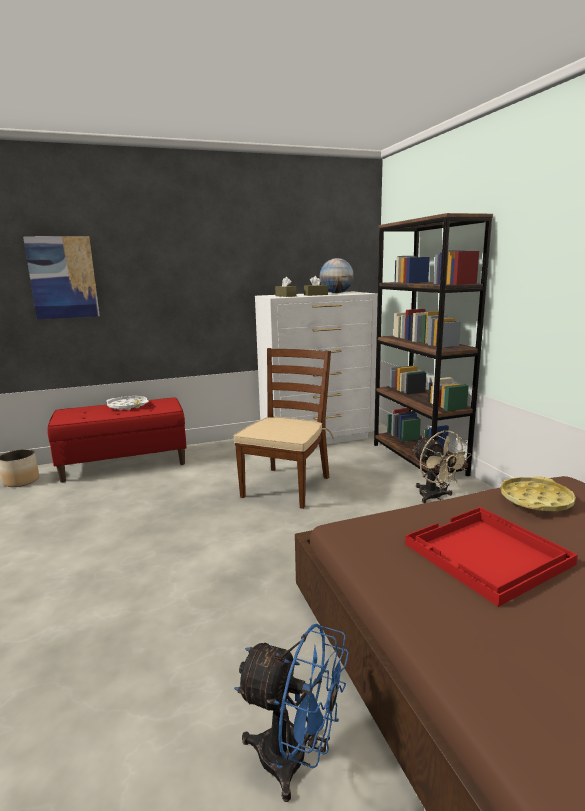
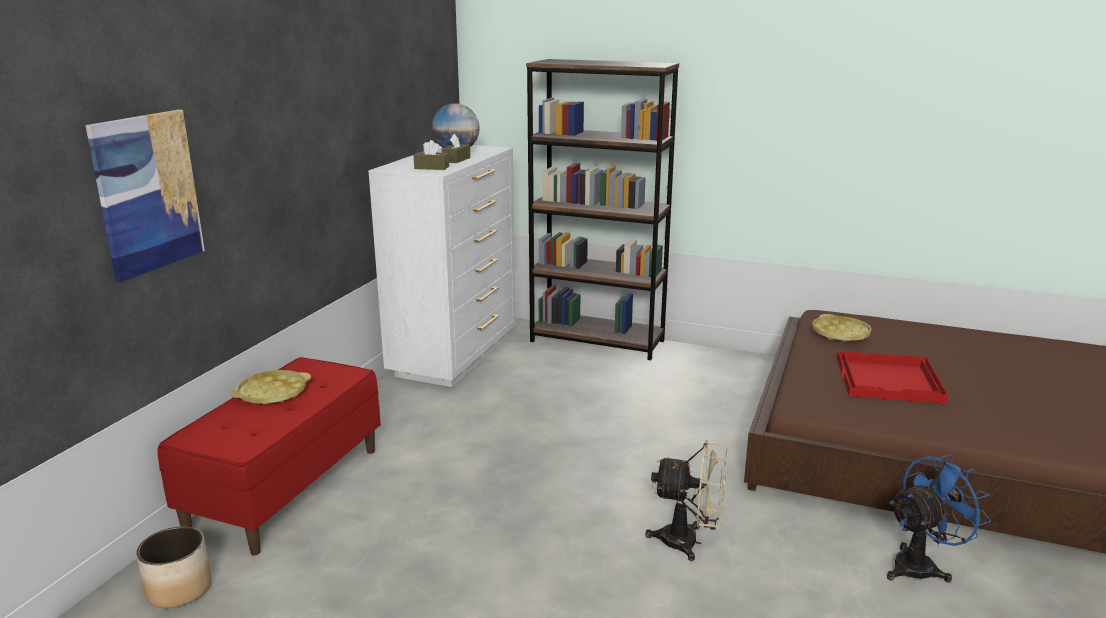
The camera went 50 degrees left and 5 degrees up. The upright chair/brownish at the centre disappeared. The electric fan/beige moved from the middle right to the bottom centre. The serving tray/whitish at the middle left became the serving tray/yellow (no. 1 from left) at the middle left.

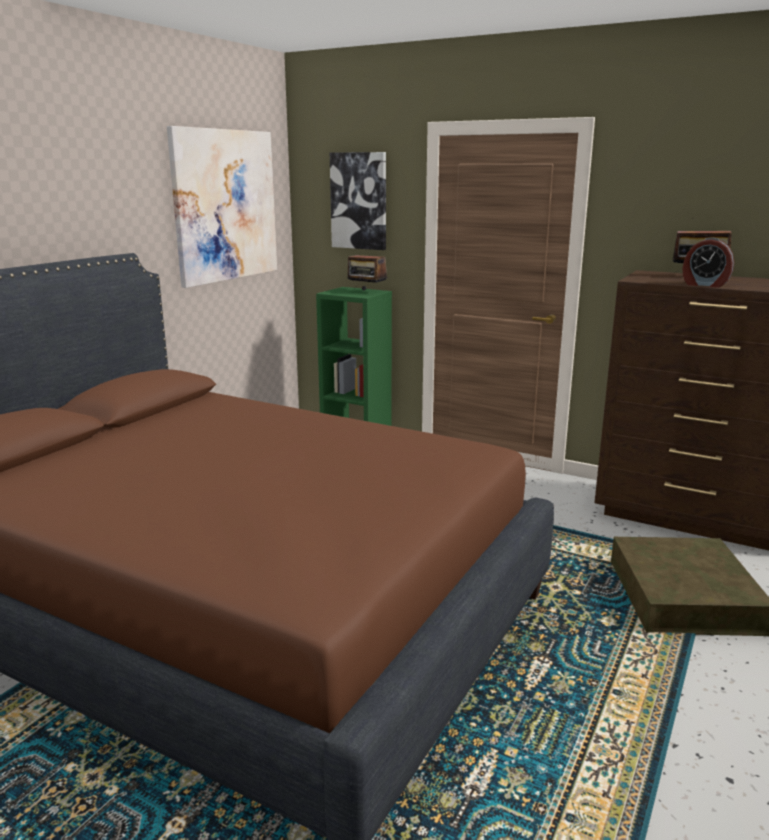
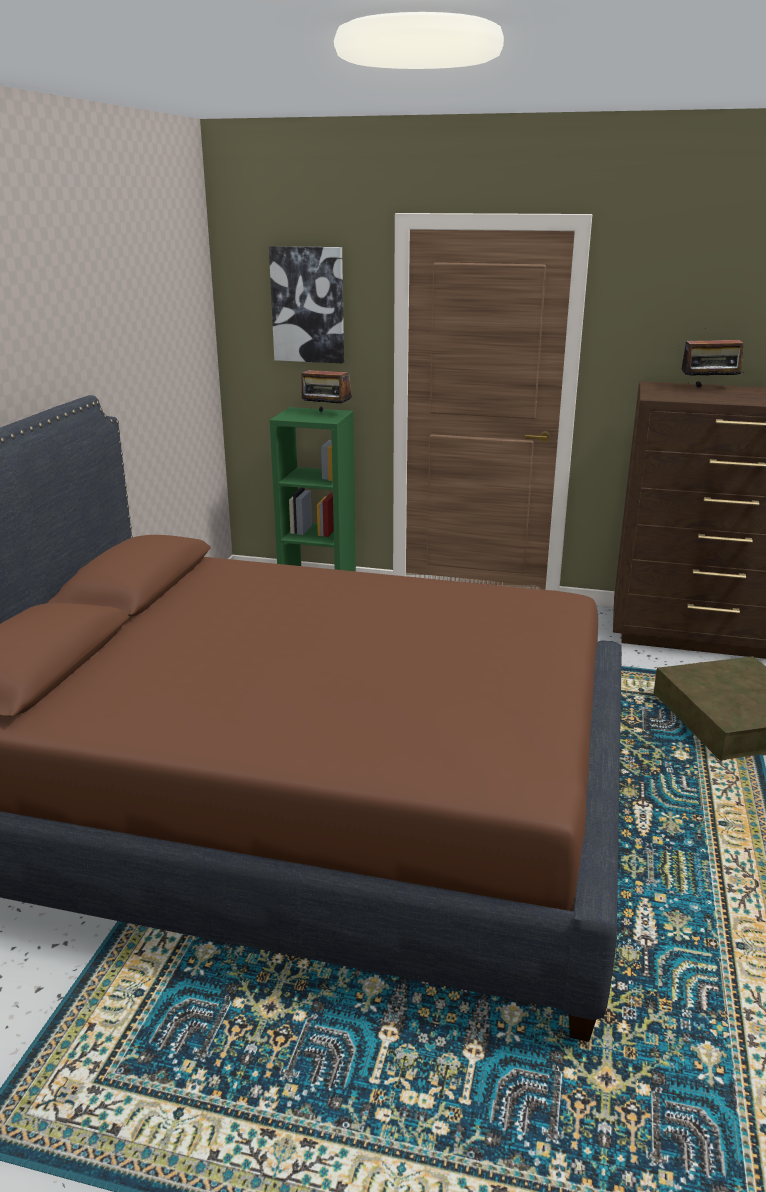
The camera went 15 degrees left and 5 degrees up. The wall art (no. 1 from left) at the top left disappeared. The alarm clock at the top right disappeared.

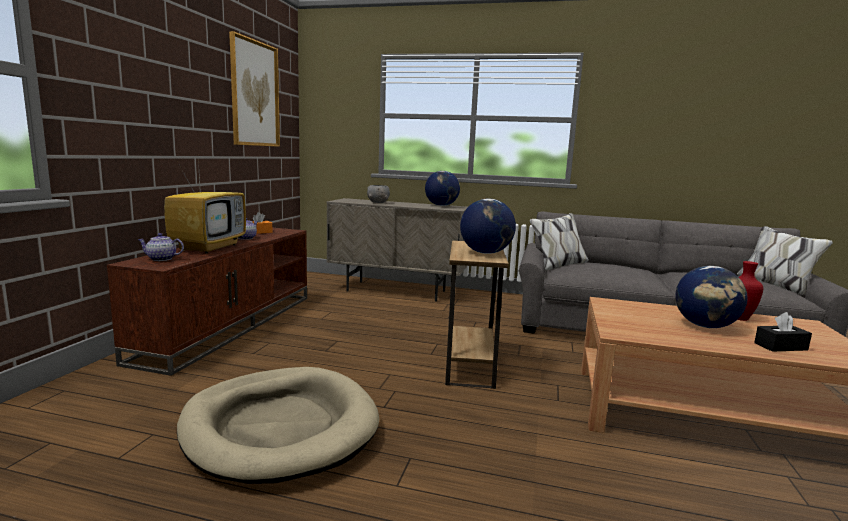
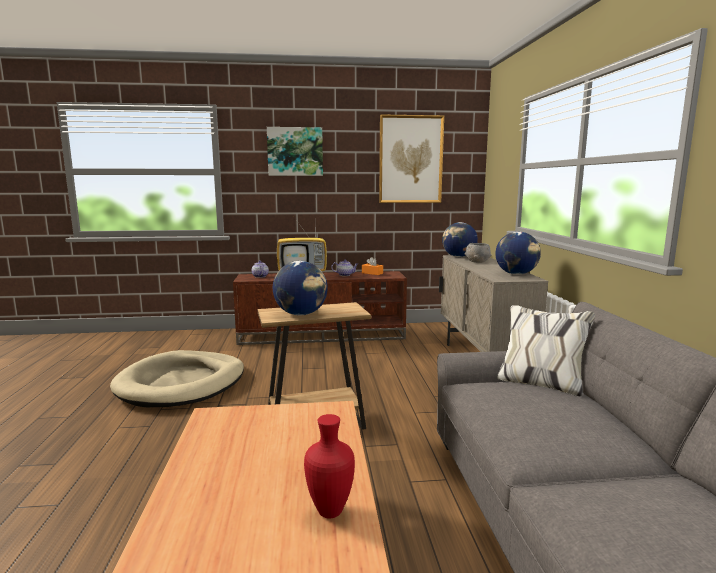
The camera went 70 degrees right and 0 degrees up. The box of tissues/black-coloured at the middle right disappeared. The wall art (no. 1 from left) at the top centre appeared. The globe (no. 3 from left in the first image) moved from the middle right to the centre.

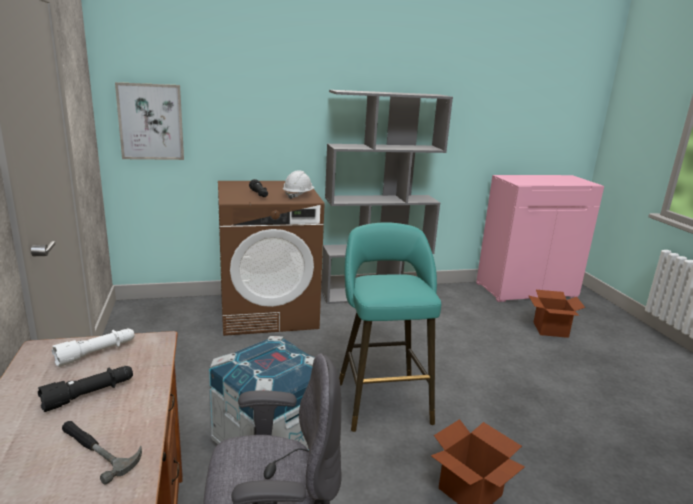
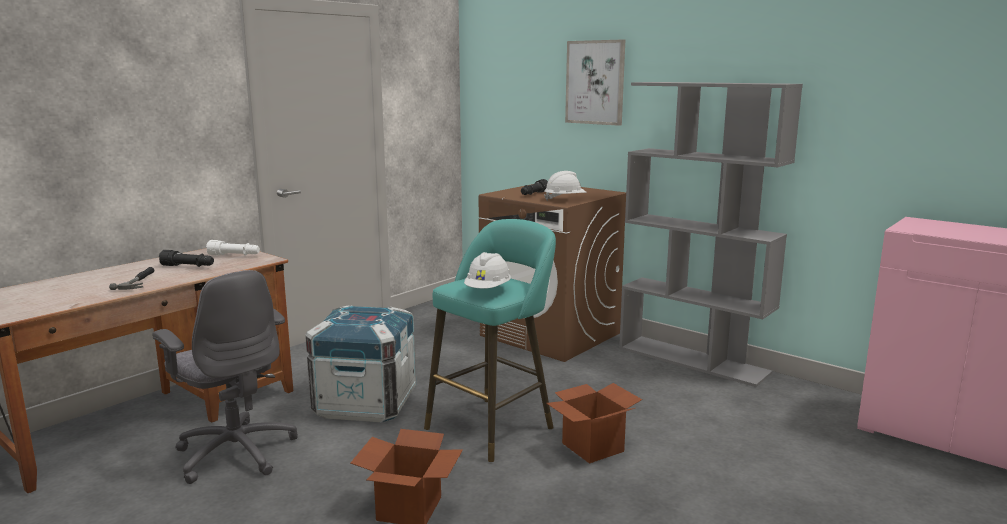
The camera went 55 degrees right and 5 degrees down. The work helmet/whitish (no. 1 from left) at the centre appeared. The wall art moved from the top left to the top centre. The carton (no. 2 from left) moved from the middle right to the bottom centre.

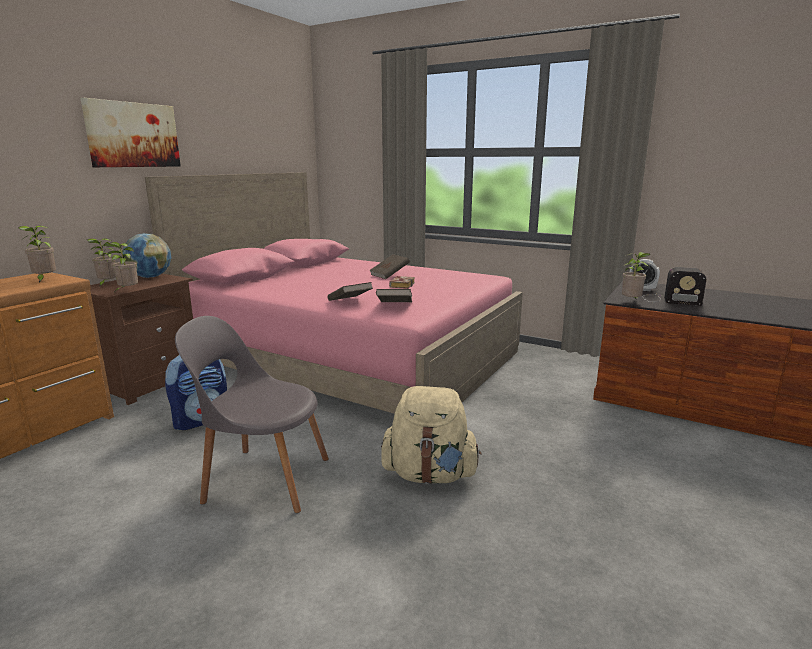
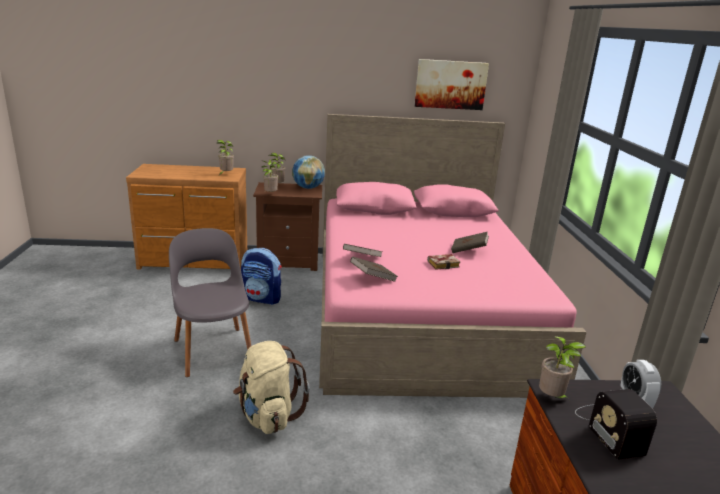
The camera went 55 degrees right and 5 degrees up. The wall art moved from the top left to the top centre.

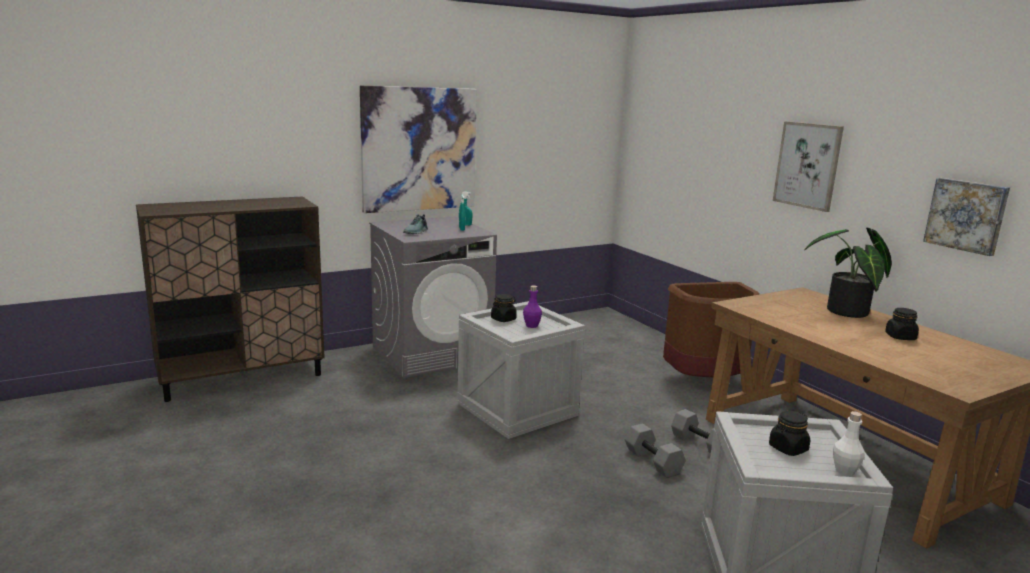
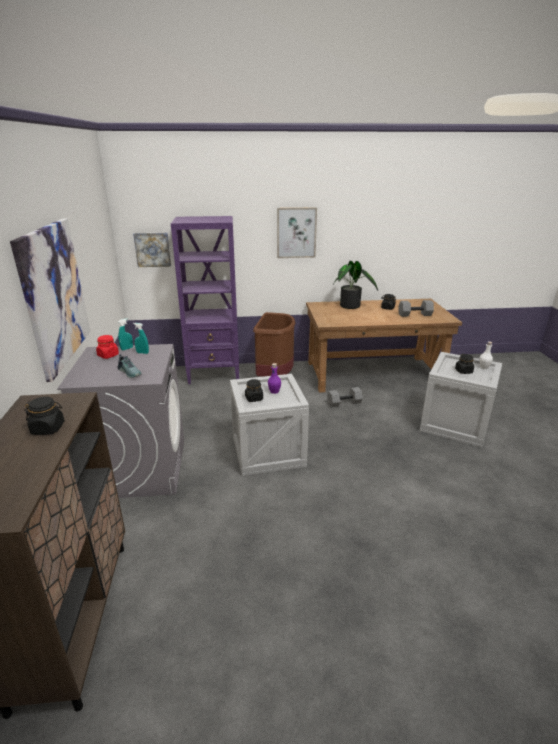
The camera went 65 degrees left and 10 degrees up. The jar/black-coloured (no. 1 from left) at the middle left appeared. The jar/red at the middle left appeared. The bookshelf/purple at the centre appeared. The dumbbell/gray (no. 1 from left in the first image) moved from the bottom centre to the middle right. The wall art (no. 3 from left in the first image) moved from the middle right to the middle left.

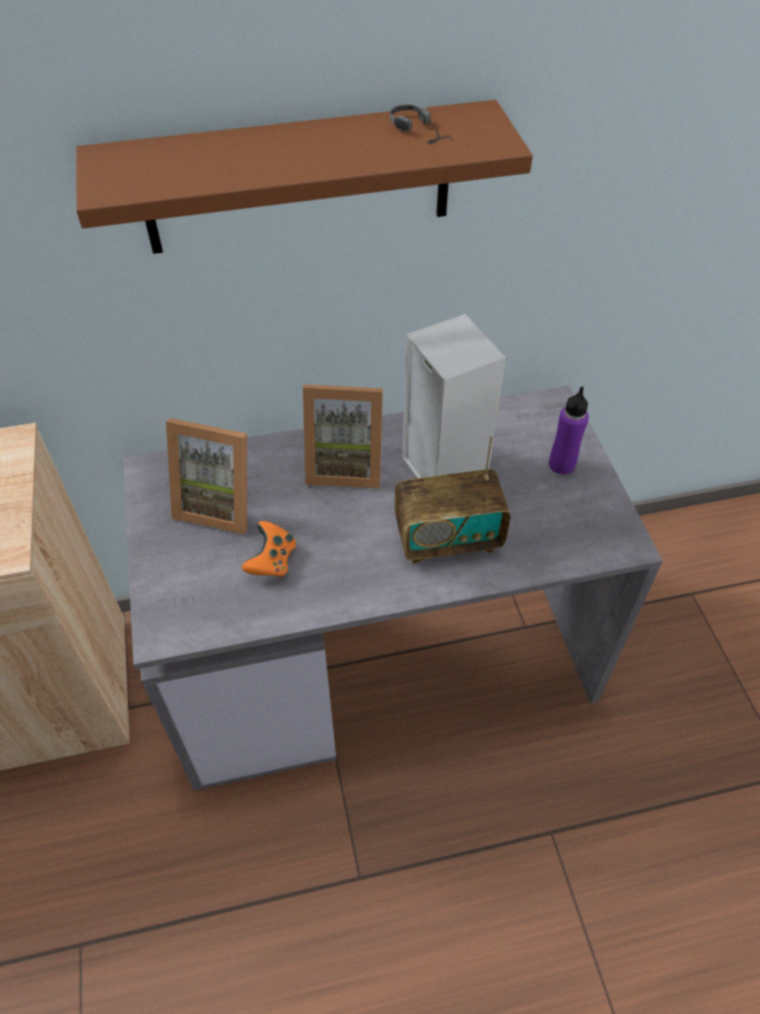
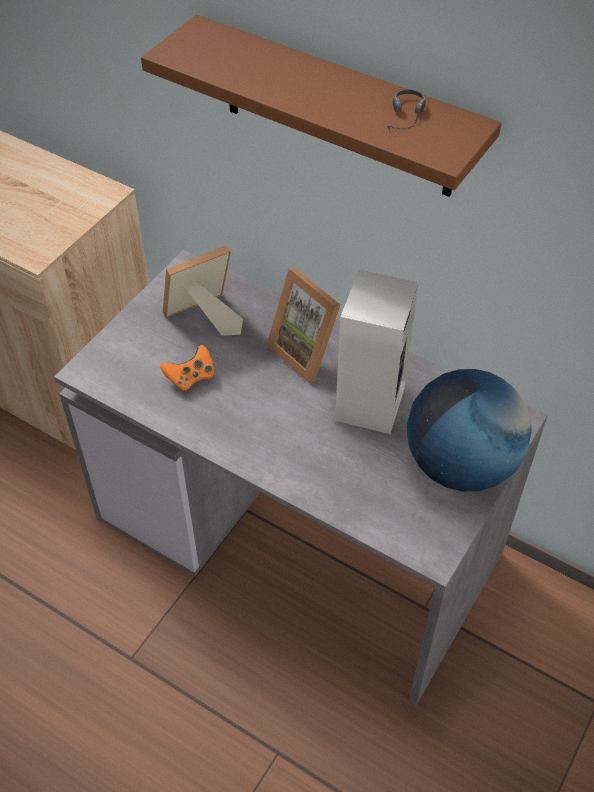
The camera went 45 degrees right and 0 degrees up. The radio receiver at the centre disappeared. The beverage bottle/purple at the middle right was replaced by the globe at the middle right. The picture frame (no. 1 from left) at the middle left turned 90 degrees clockwise.

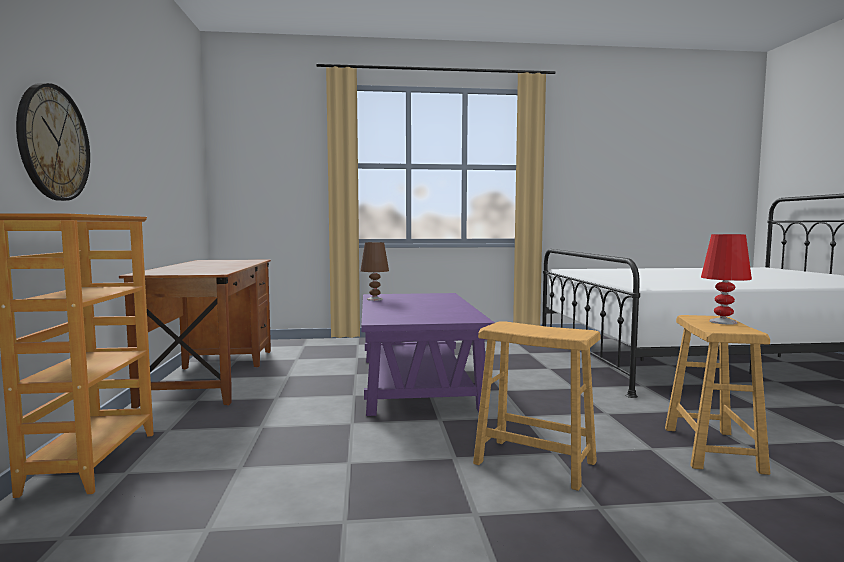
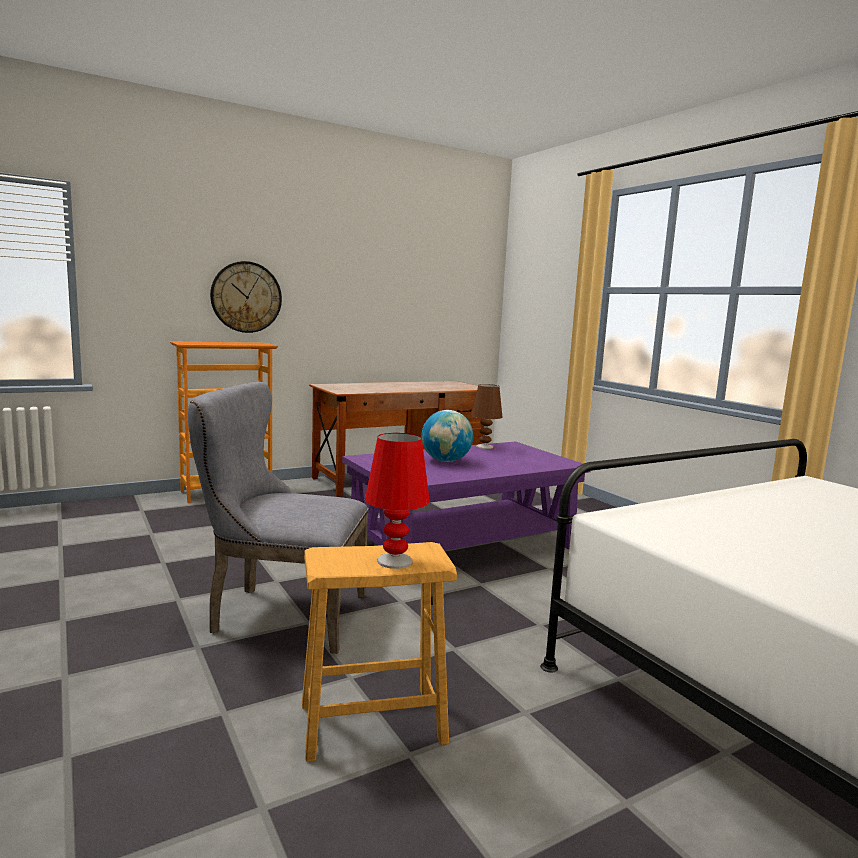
The camera went 65 degrees right and 5 degrees up. The globe at the centre appeared. The sitting stool/brownish (no. 1 from left) at the bottom centre was replaced by the upright chair/gray at the middle left.

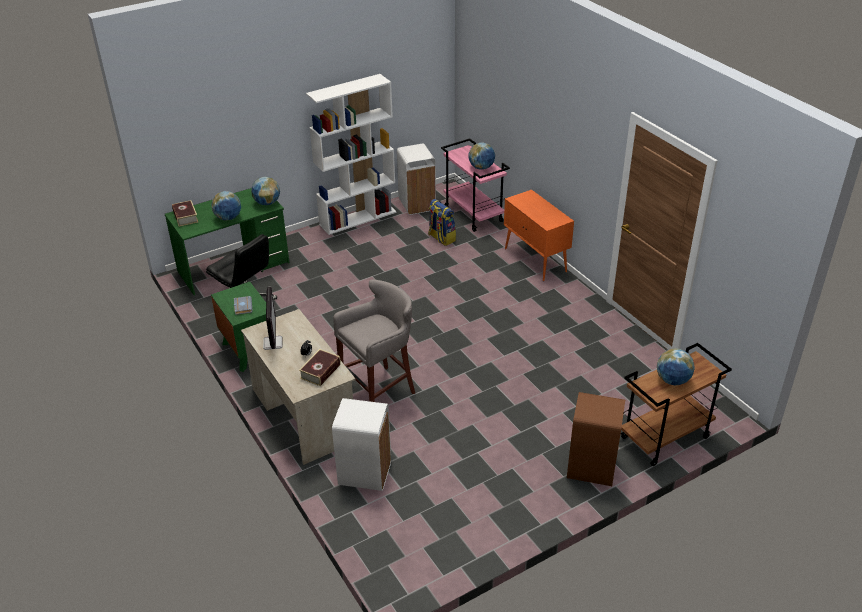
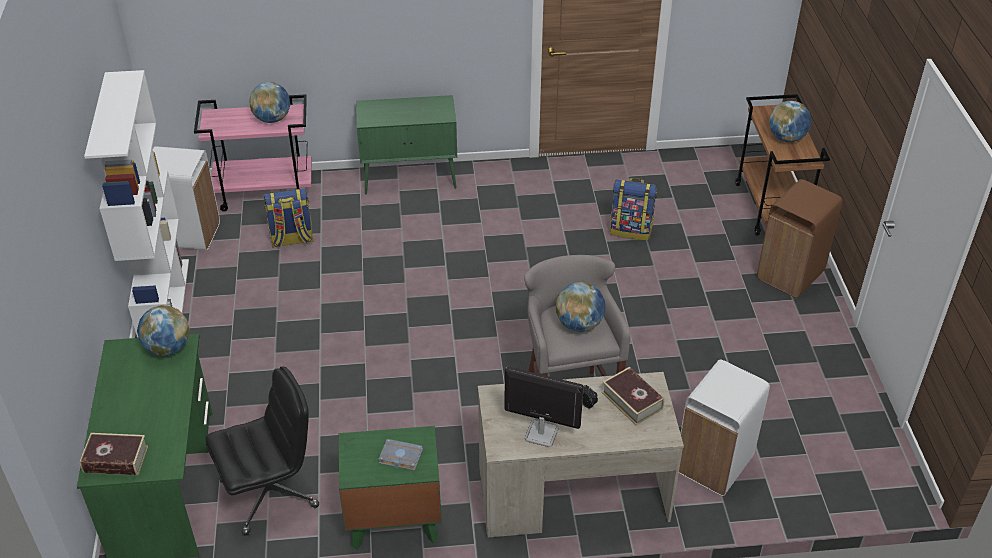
The camera went 65 degrees left and 5 degrees up. The rucksack (no. 2 from left) at the centre appeared. The globe (no. 1 from left in the first image) moved from the middle left to the centre. The cupboard/orange at the centre became the cupboard/green-coloured at the top centre.

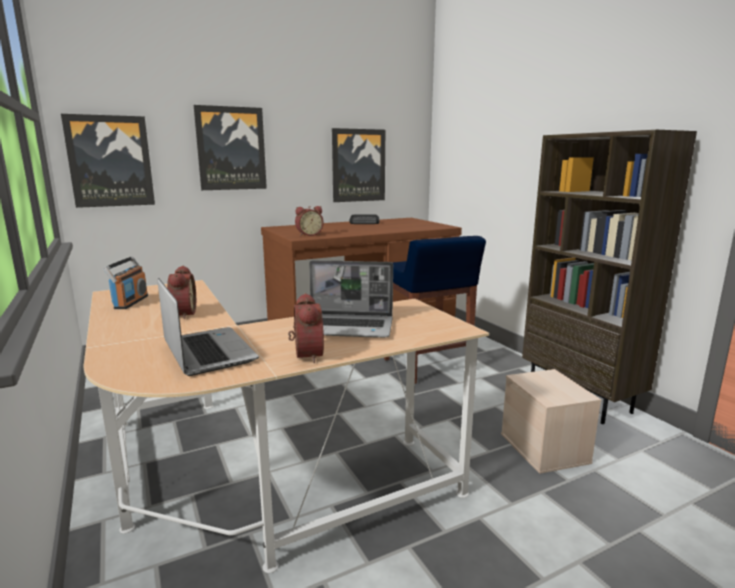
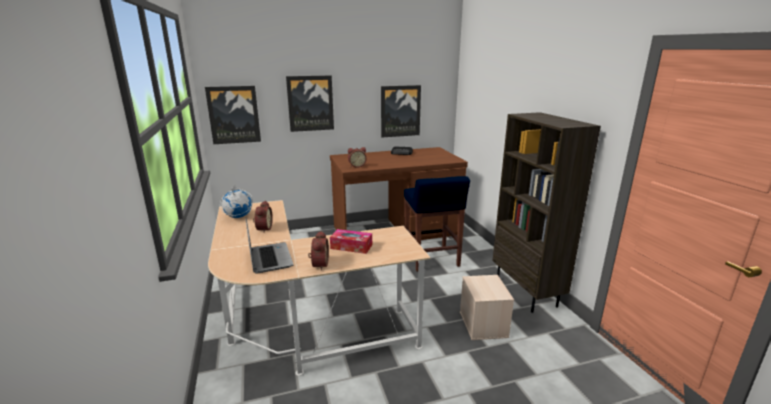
The camera went 10 degrees right and 5 degrees up. The radio receiver (no. 1 from left) at the middle left was replaced by the globe at the middle left. The notebook computer (no. 2 from left) at the centre was replaced by the box of tissues at the centre.

